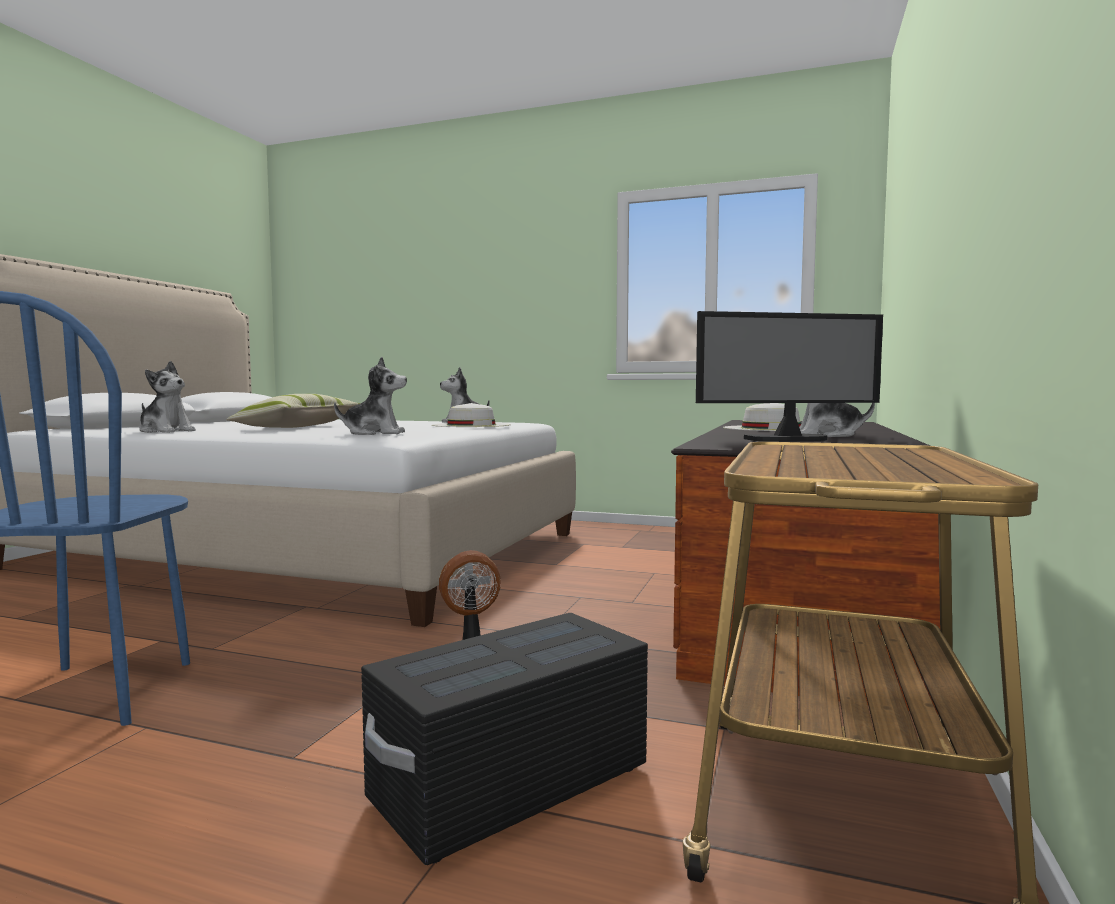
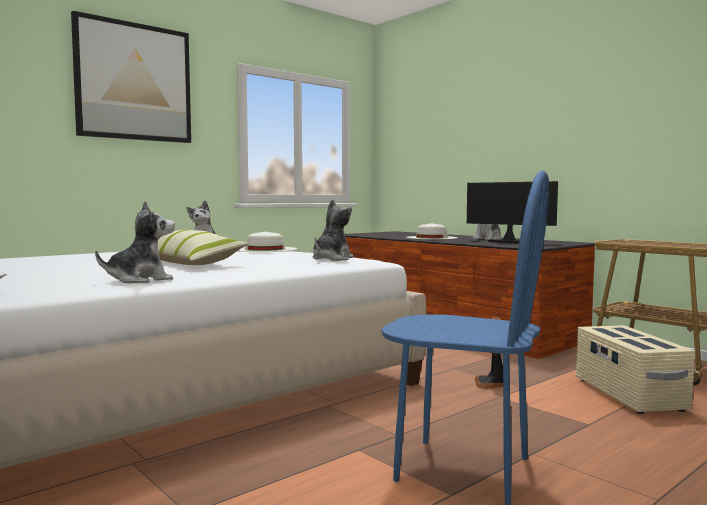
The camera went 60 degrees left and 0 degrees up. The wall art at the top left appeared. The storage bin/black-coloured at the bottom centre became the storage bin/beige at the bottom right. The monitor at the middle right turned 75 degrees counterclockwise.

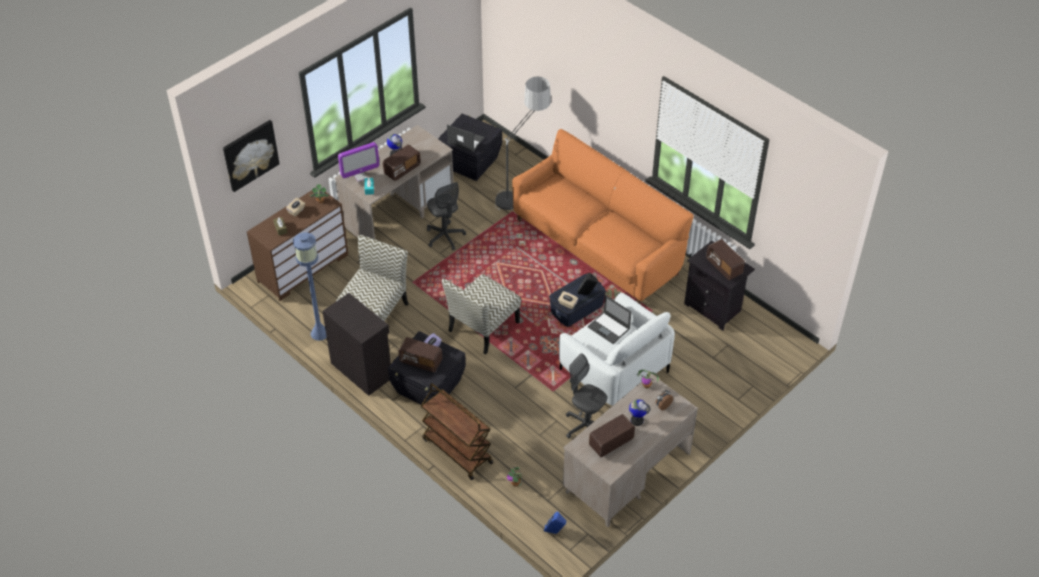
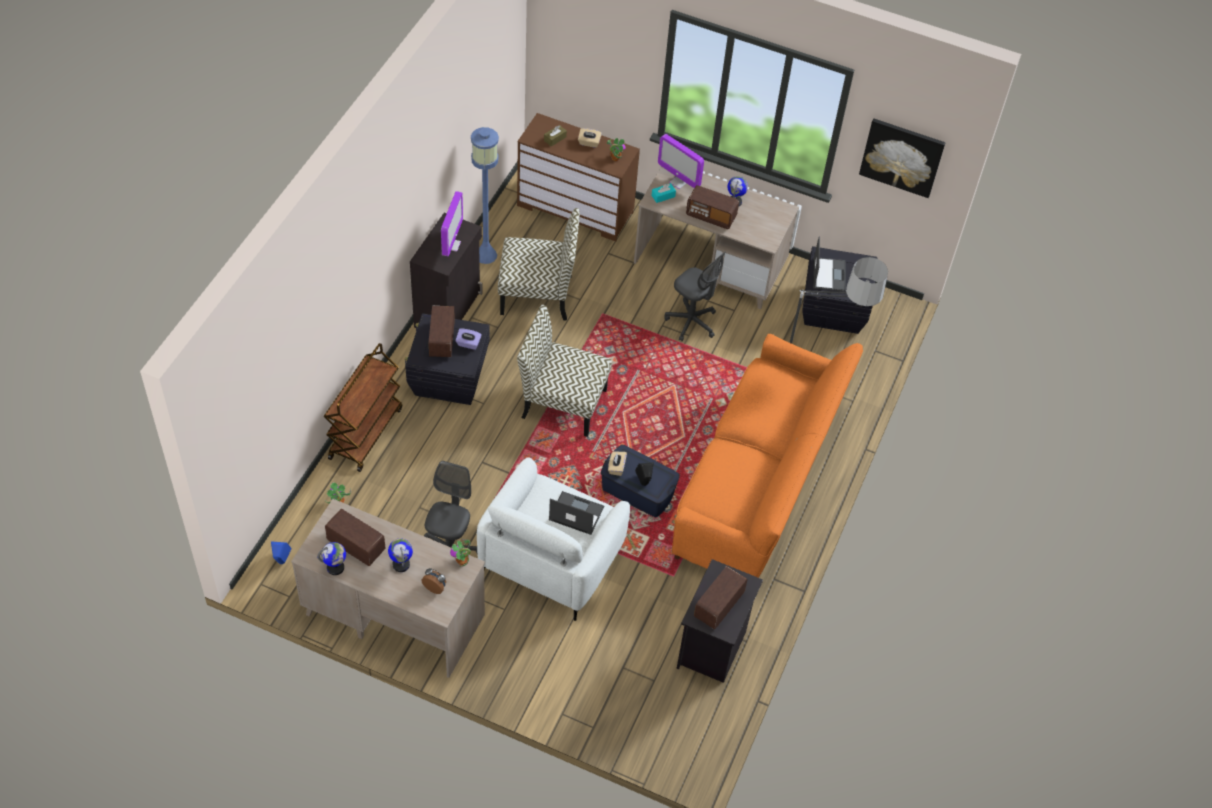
The camera went 65 degrees right and 5 degrees up. The globe (no. 1 from left) at the bottom left appeared. The monitor (no. 1 from left) at the top centre appeared. The wall art moved from the top left to the top right. The office chair/gray (no. 1 from left in the first image) at the centre turned 90 degrees counterclockwise. The notebook computer (no. 2 from left in the first image) at the centre turned 90 degrees clockwise.

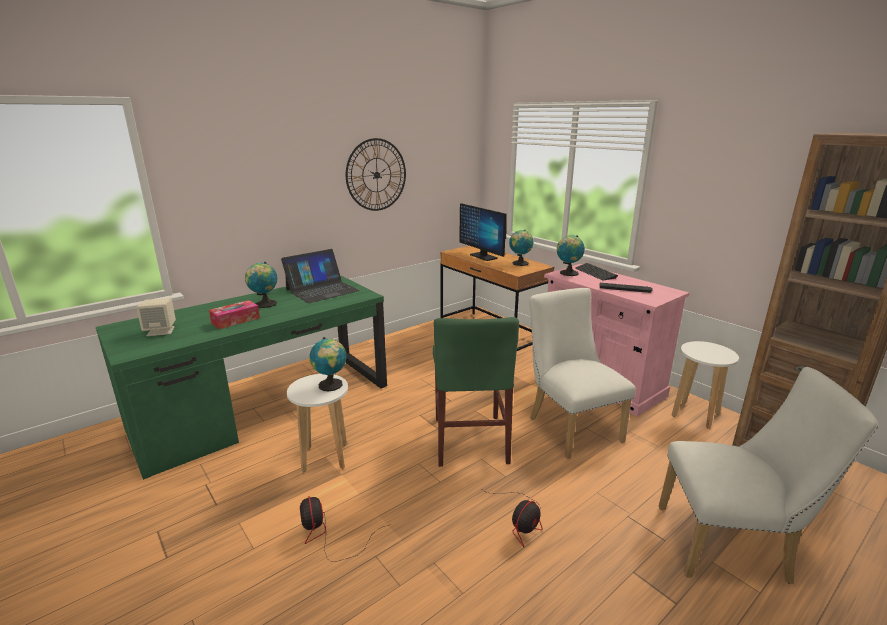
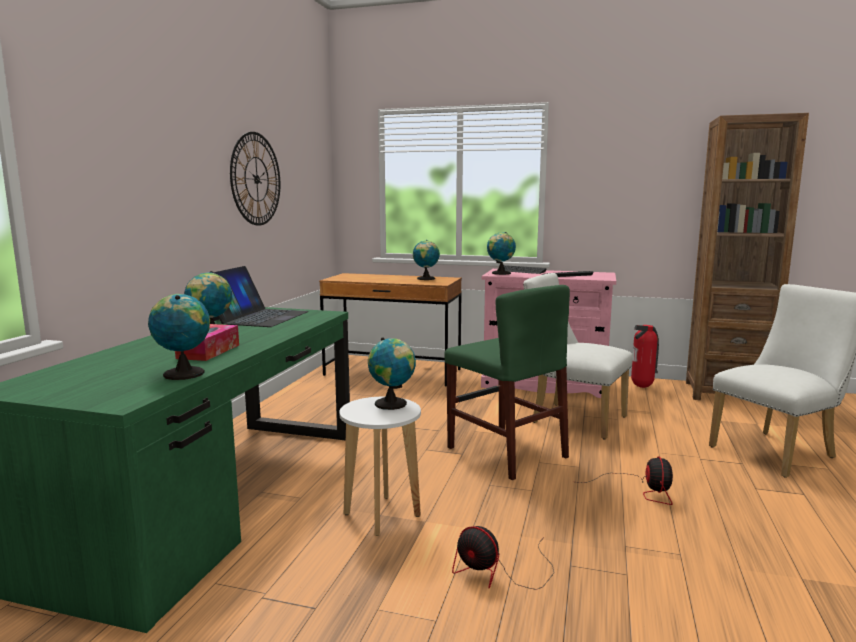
The camera went 35 degrees left and 10 degrees down. The speaker/beige at the middle left disappeared. The monitor at the centre disappeared. The globe (no. 1 from left) at the middle left appeared. The sitting stool/whitish (no. 2 from left) at the middle right was replaced by the fire-fighting cylinder at the middle right.

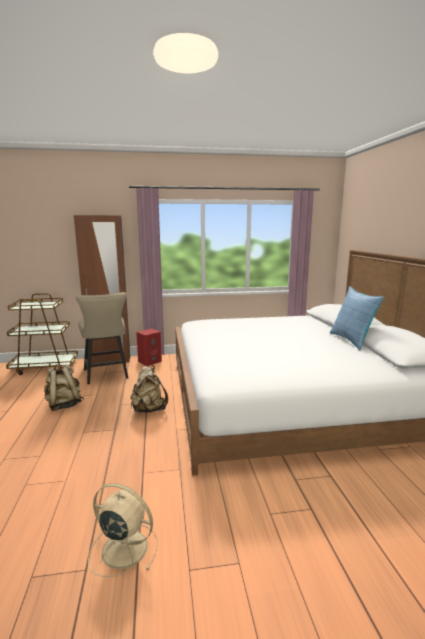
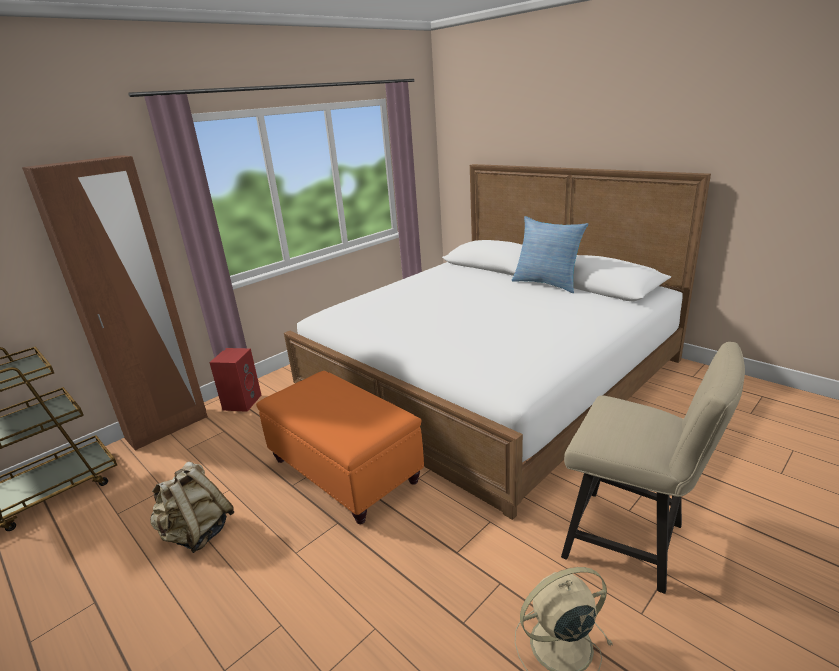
The camera went 35 degrees left and 10 degrees up. The upright chair/beige moved from the middle left to the bottom right. The rucksack/beige (no. 2 from left) at the centre was replaced by the footrest/orange at the centre.

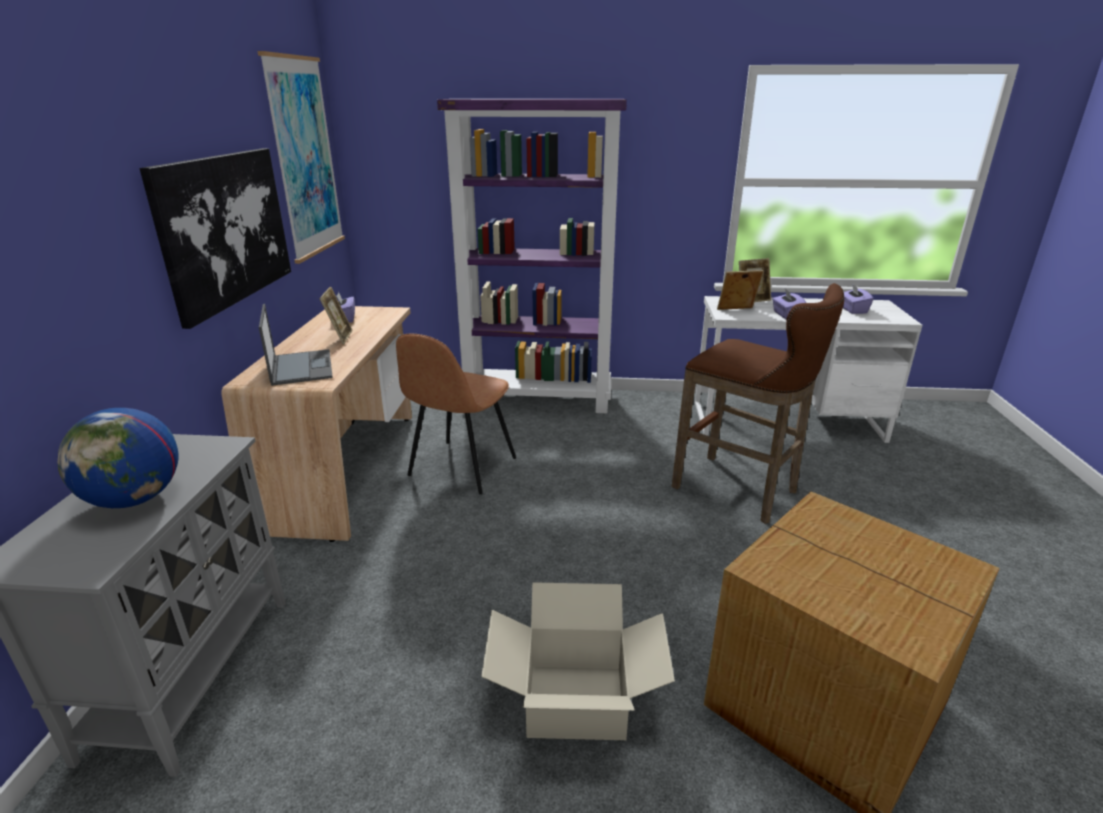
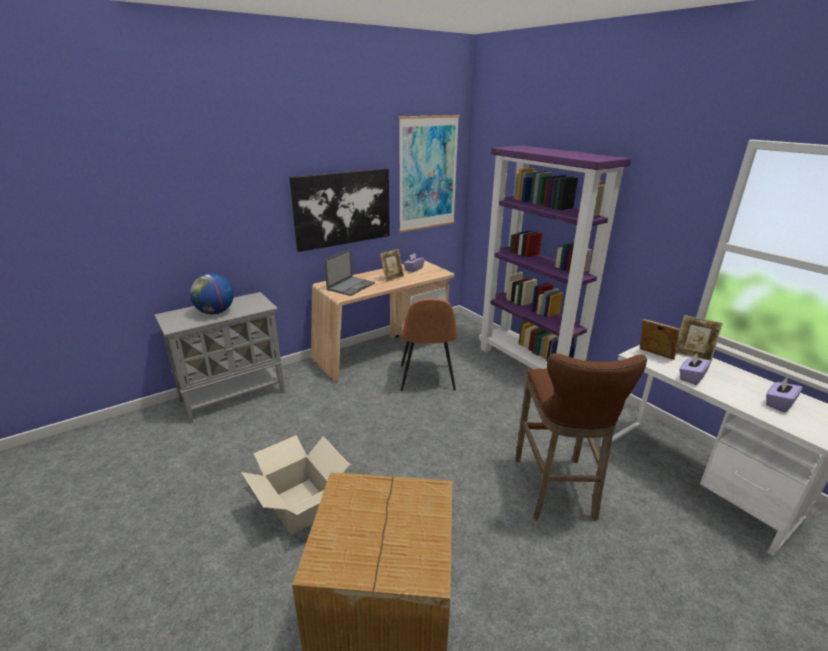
The camera went 50 degrees right and 0 degrees up. The upright chair/brownish at the centre turned 75 degrees counterclockwise.

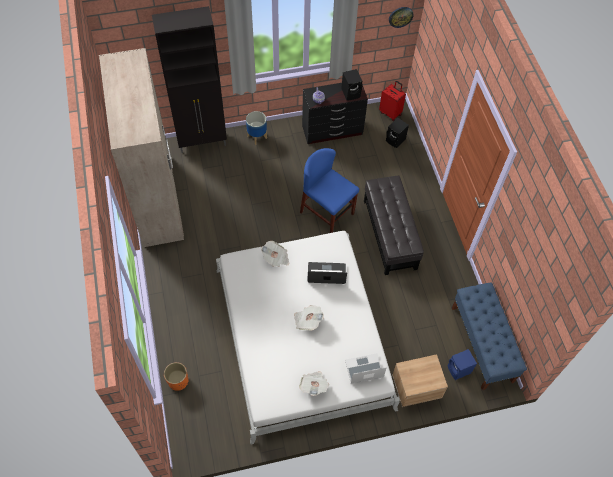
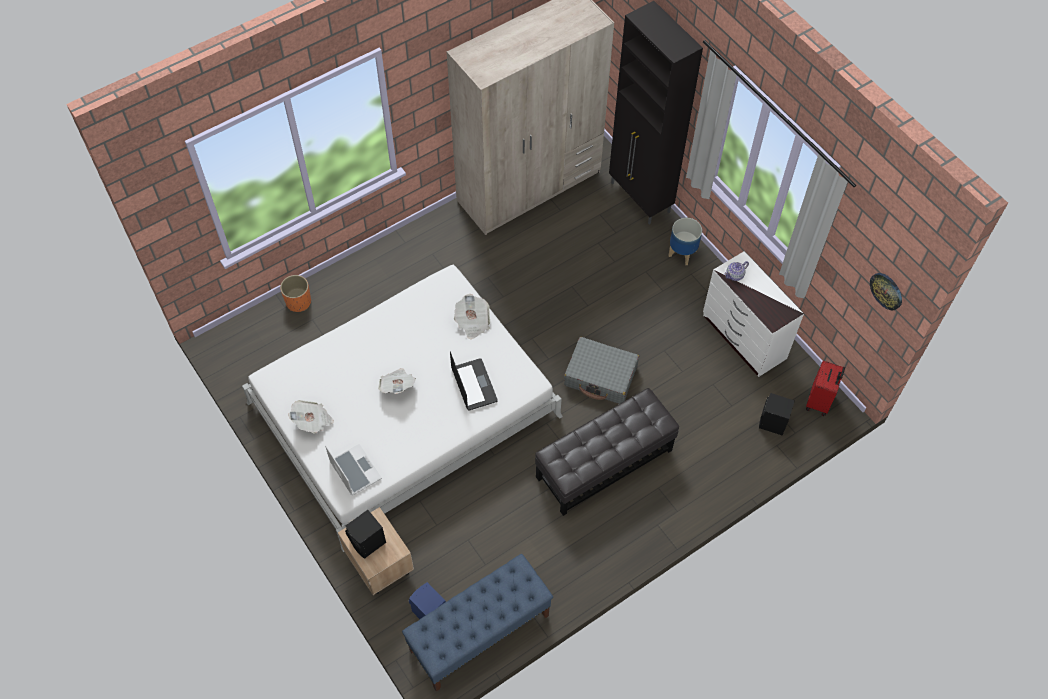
The camera went 70 degrees right and 0 degrees up. The speaker/black-coloured (no. 1 from left) moved from the top centre to the bottom centre. The upright chair/bluish at the centre was replaced by the piece of luggage/gray at the centre. The dresser/black-coloured at the top centre became the dresser/whitish at the middle right.

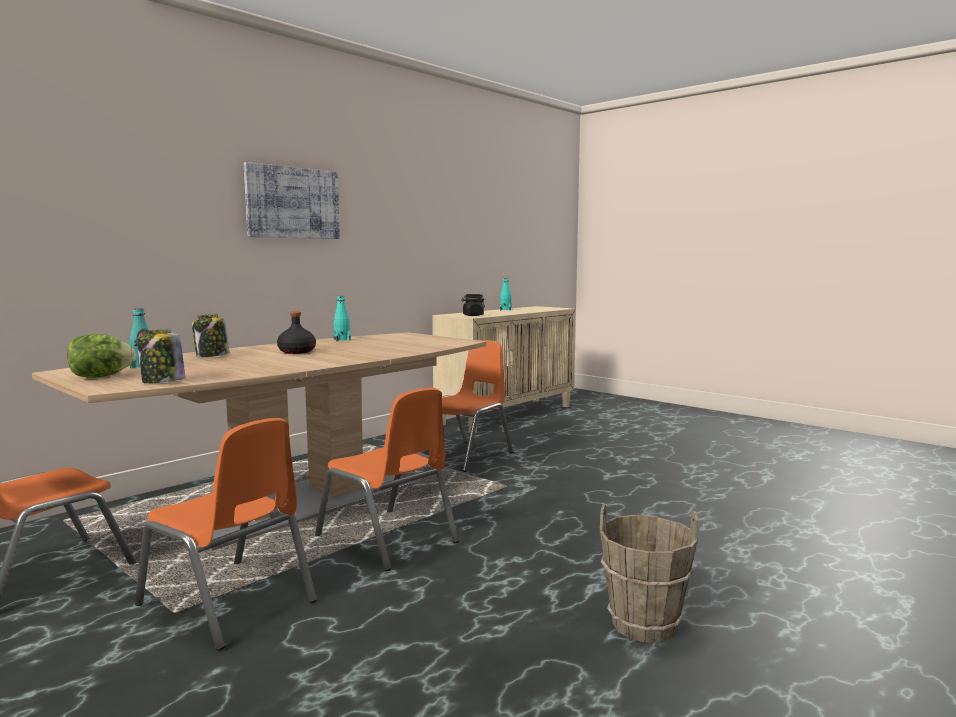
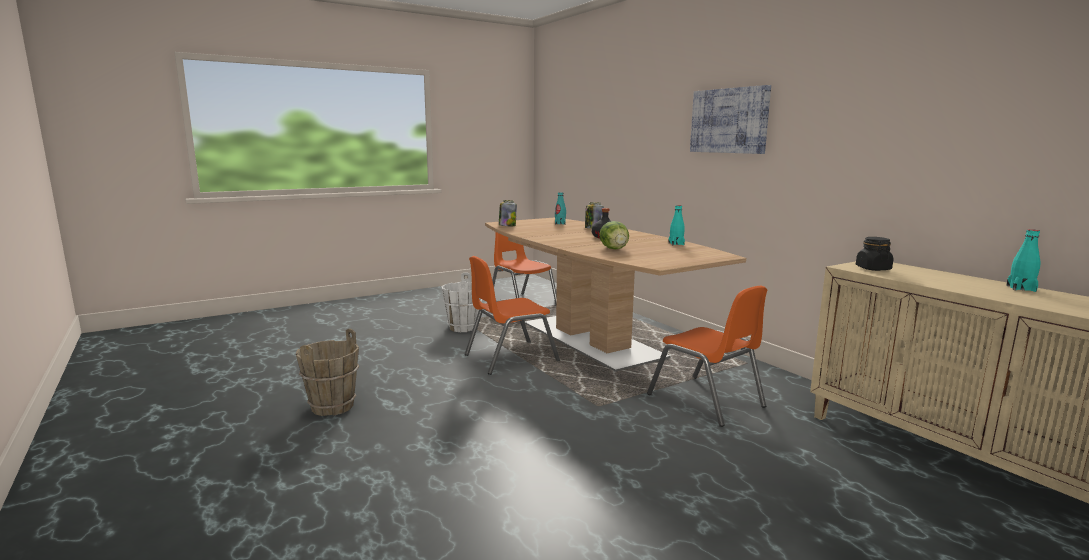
The camera went 105 degrees right and 5 degrees up. The head of lettuce moved from the middle left to the centre. The upright chair/orange (no. 2 from left) at the bottom left was replaced by the bucket/whitish at the centre.

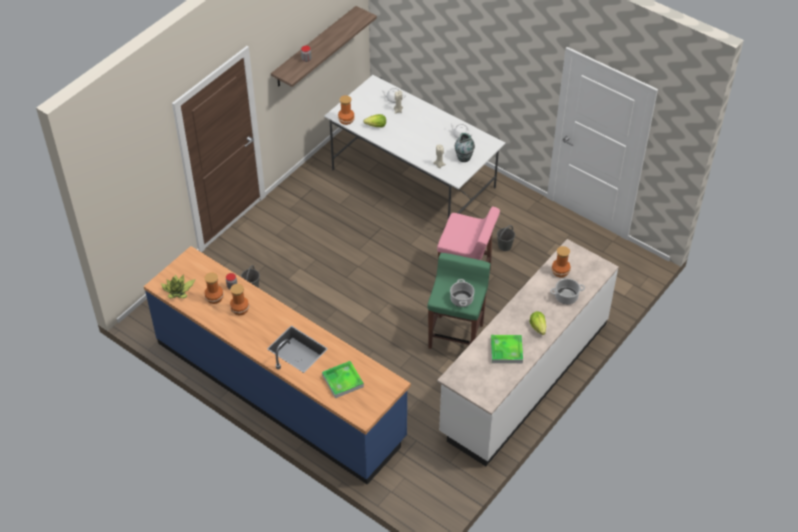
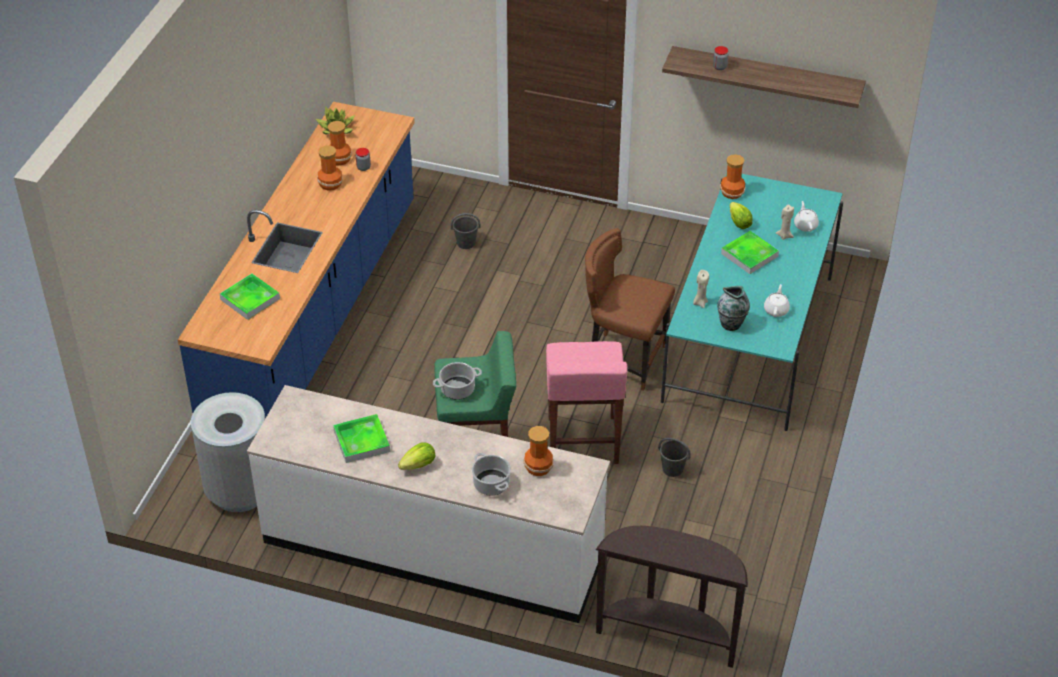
The camera went 70 degrees right and 5 degrees down. The waste bin/gray at the bottom left appeared. The upright chair/brownish at the centre appeared. The hall table/brownish at the bottom centre appeared. The serving tray (no. 3 from left) at the middle right appeared. The dining table/whitish at the top centre became the dining table/turquoise-coloured at the middle right.

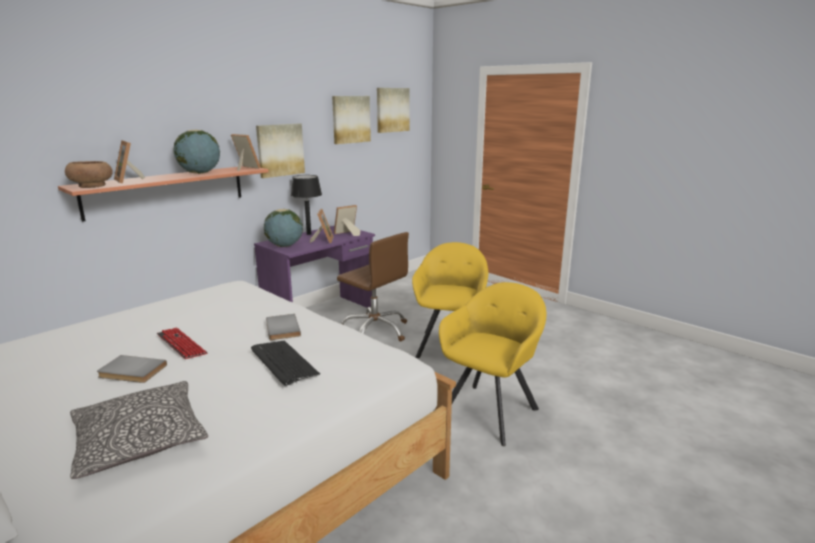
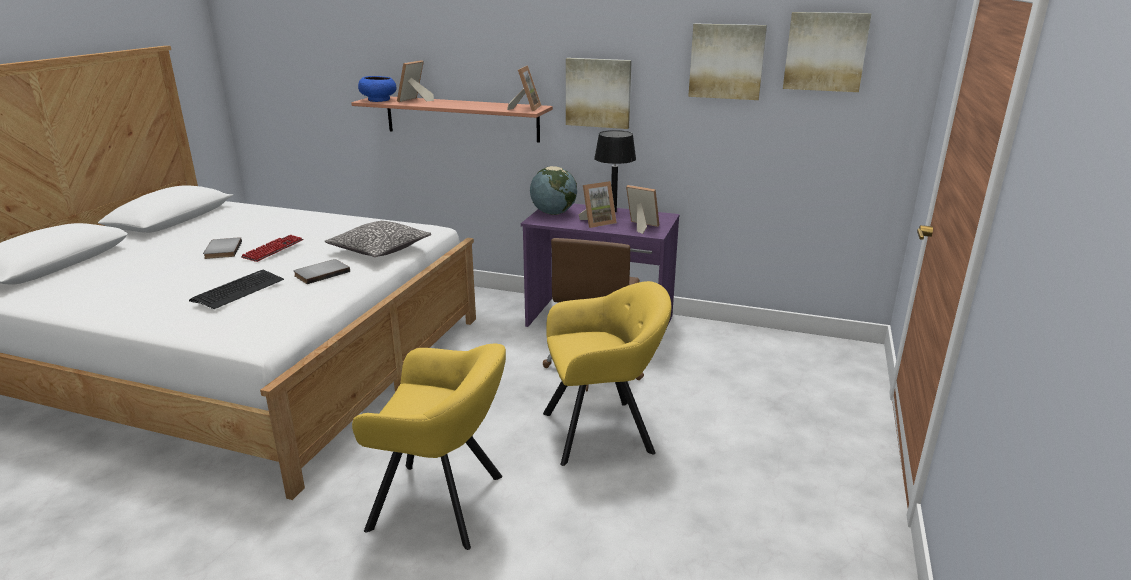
The camera went 65 degrees right and 5 degrees up. The globe (no. 1 from left) at the top left disappeared. The pillow moved from the bottom left to the centre. The deep dish/brownish at the top left became the deep dish/bluish at the top centre.

